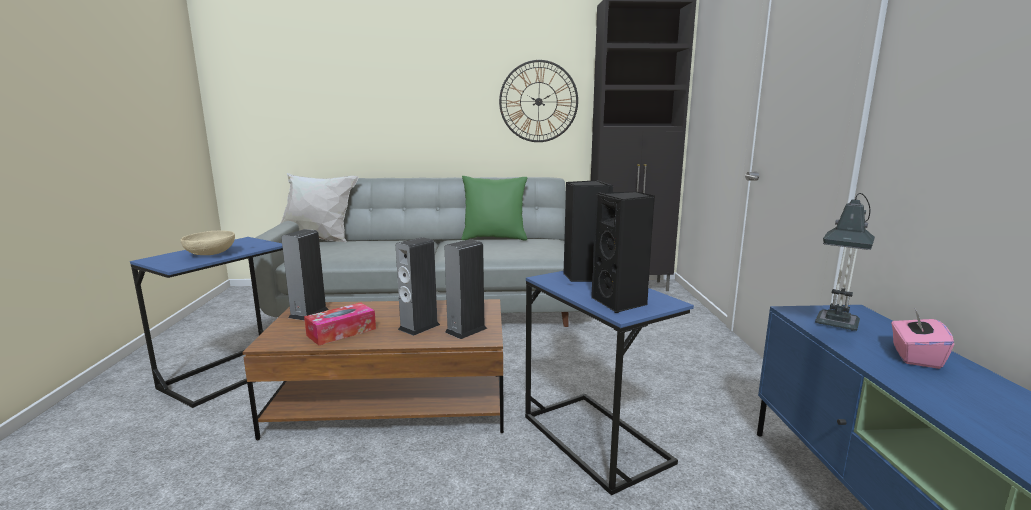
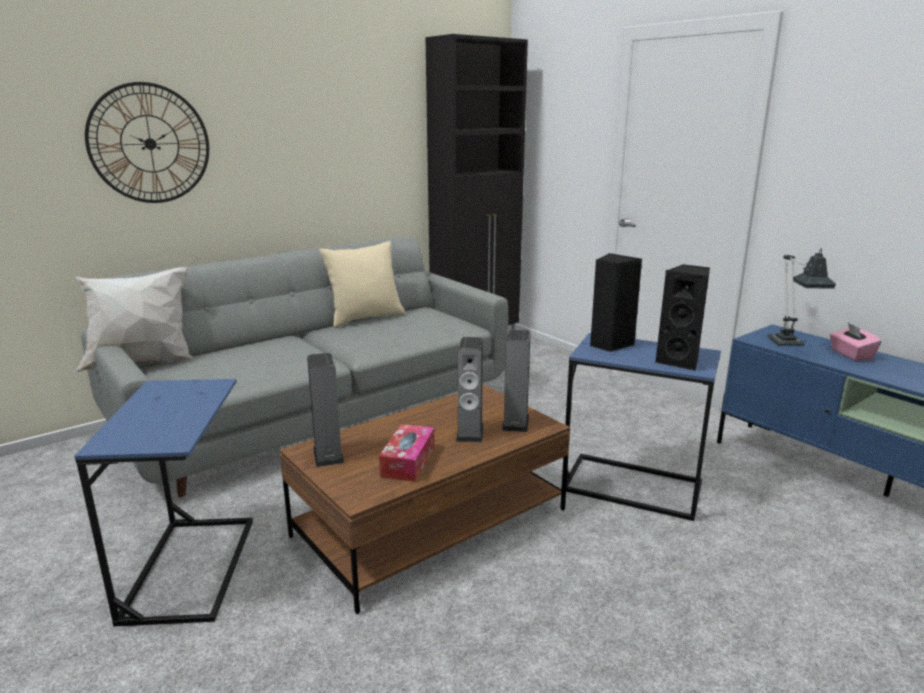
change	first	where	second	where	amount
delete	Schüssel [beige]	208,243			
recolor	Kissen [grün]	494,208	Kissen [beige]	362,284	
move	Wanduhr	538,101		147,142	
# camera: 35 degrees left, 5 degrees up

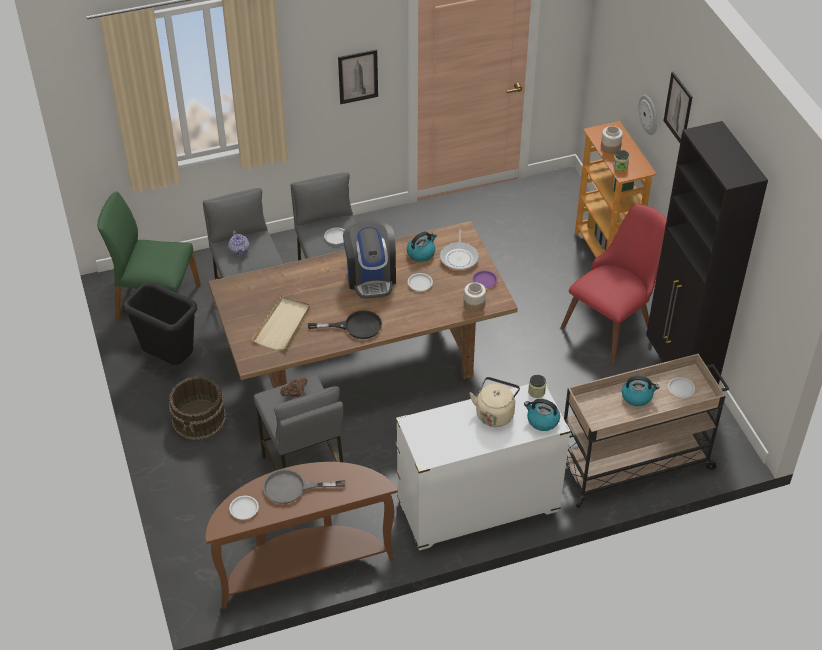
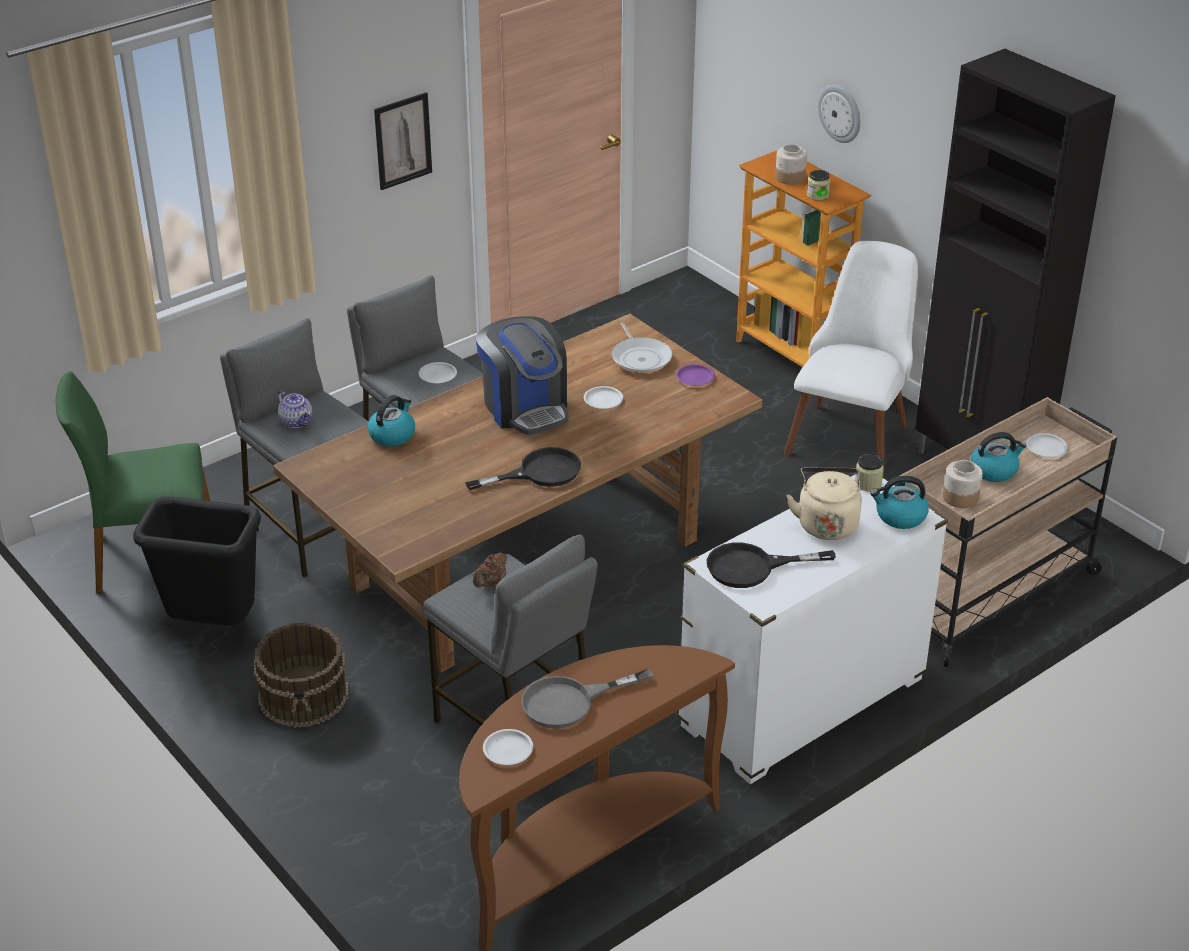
change	first	where	second	where	amount
delete	Tablett [beige]	281,323			
move	Wasserkessel	422,247		391,420	
move	Vorratsglas	475,297		963,484	
recolor	Stuhl [rot]	613,283	Stuhl [weiß]	851,359	
delete	Bild	678,107			
insert			Pfanne [schwarz]	771,565	
# camera: 20 degrees left, 10 degrees down

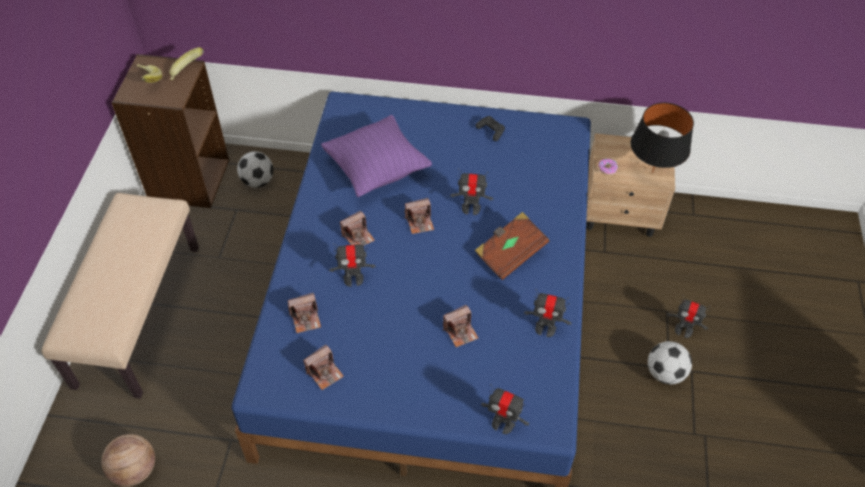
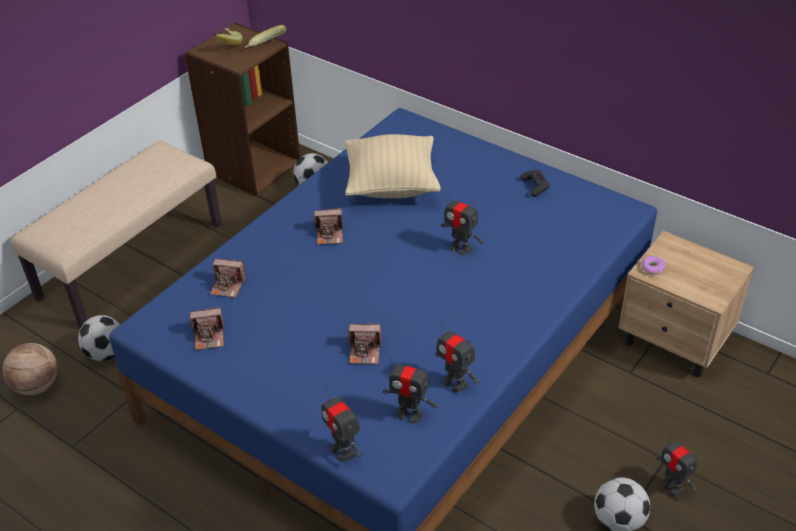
change	first	where	second	where	amount
recolor	Kissen [lila]	376,156	Kissen [beige]	393,166	
move	Spielzeugroboter	352,264		410,389	
delete	Kamera	419,216			
delete	Buch [braun]	512,246			
delete	Tischlampe [schwarz]	662,137			
insert			Fußball	99,338	
# camera: 30 degrees right, 10 degrees down

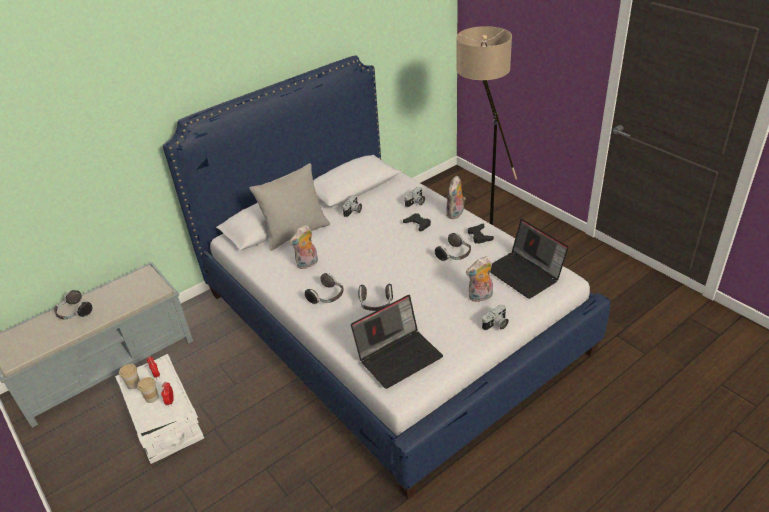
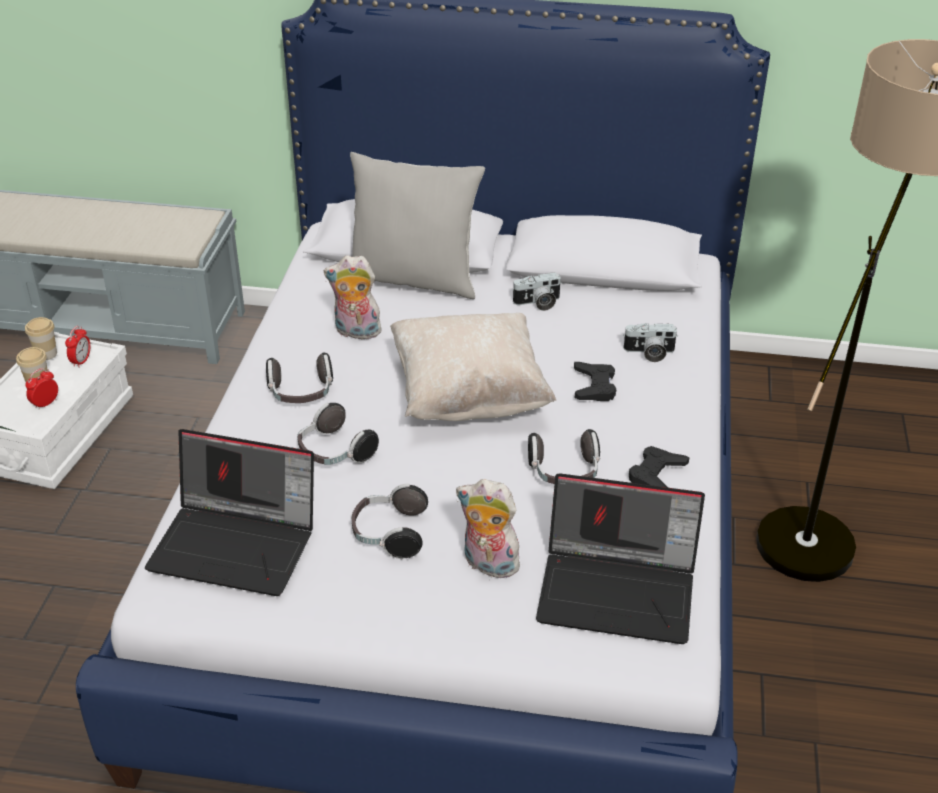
change	first	where	second	where	amount
move	Kopfhörer	73,305		390,521	
delete	Plüschtier	456,197			
delete	Kamera	495,317			
rotate	Laptop	529,259		620,558	90 degrees counterclockwise
insert			Kissen [beige]	473,367	
# camera: 45 degrees right, 0 degrees up

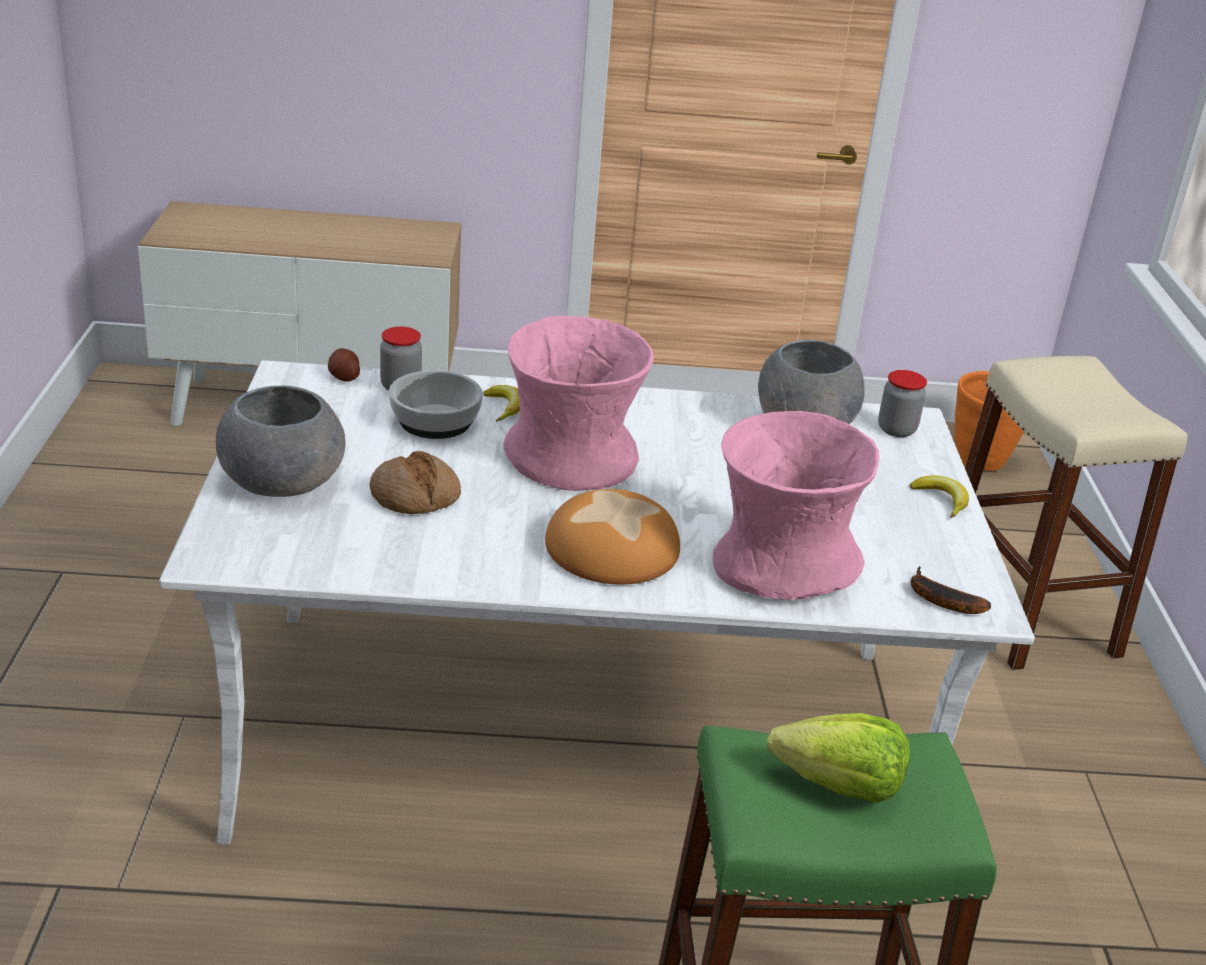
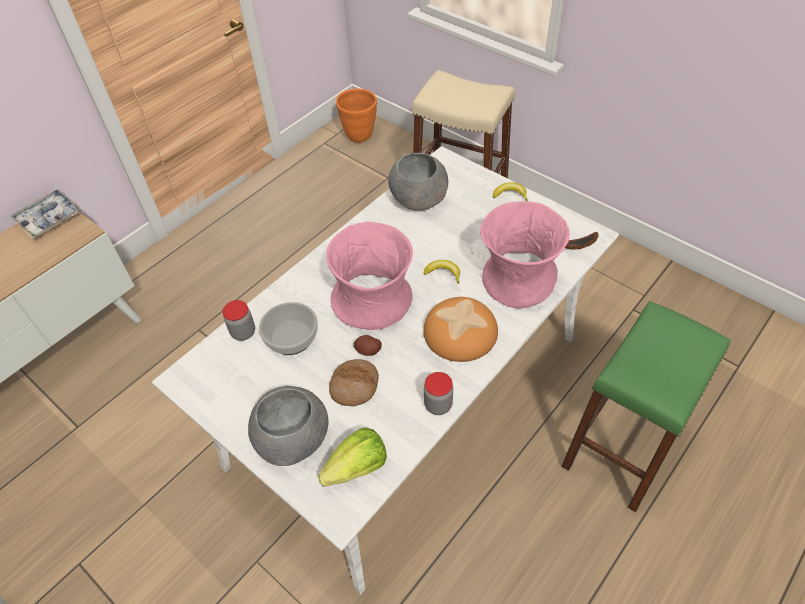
change	first	where	second	where	amount
move	Kartoffel	344,365		368,345	
move	Banane	501,403		442,272	
move	Salatkopf	838,758		352,457	
move	Vorratsglas	902,403		438,393	
insert			Tablett	46,213	
# camera: 45 degrees left, 20 degrees up

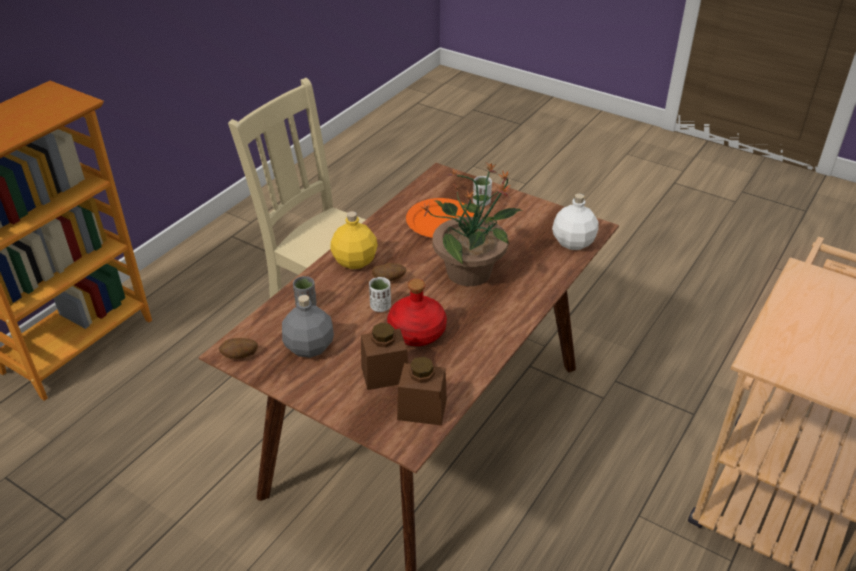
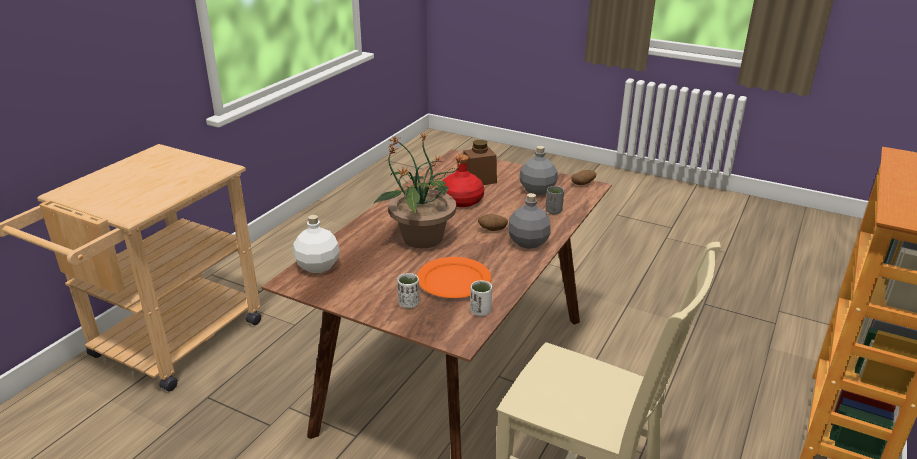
change	first	where	second	where	amount
recolor	Flasche [gelb]	354,240	Flasche [grau]	529,221	
move	Tasse [weiß]	380,294		481,298	
delete	Vorratsglas [braun]	422,391			
# camera: 175 degrees right, 10 degrees down

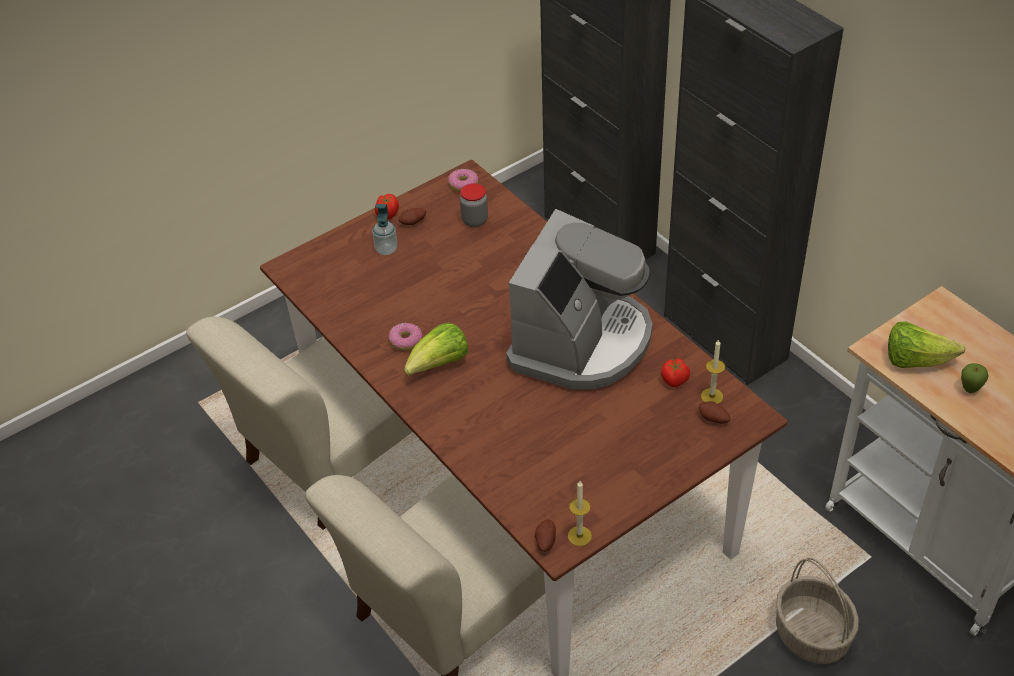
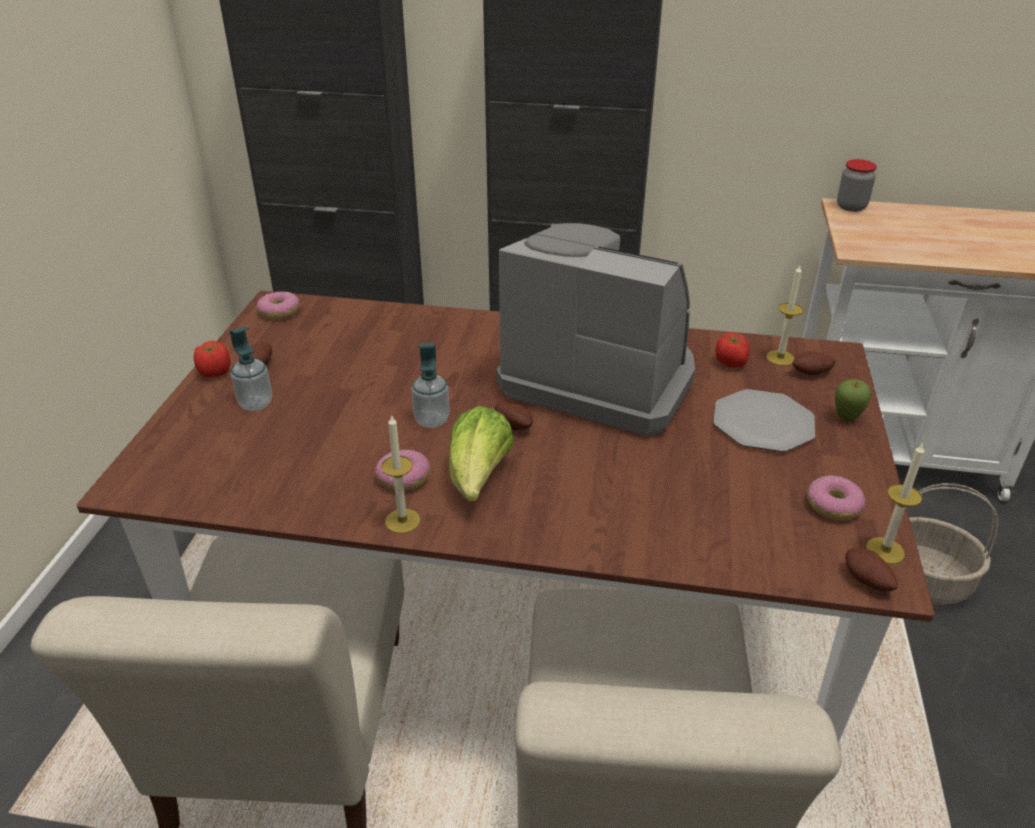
change	first	where	second	where	amount
move	Vorratsglas	474,205		857,185	
rotate	Kaffeemaschine	579,299		595,329	45 degrees counterclockwise
delete	Salatkopf	926,344			
move	Apfel	975,378		853,400	
insert			Kerze	400,473	
insert			Seifenspender	430,385	
insert			Kartoffel	514,416	
insert			Teller	764,420	
insert			Donut	836,497	
# camera: 45 degrees left, 10 degrees down

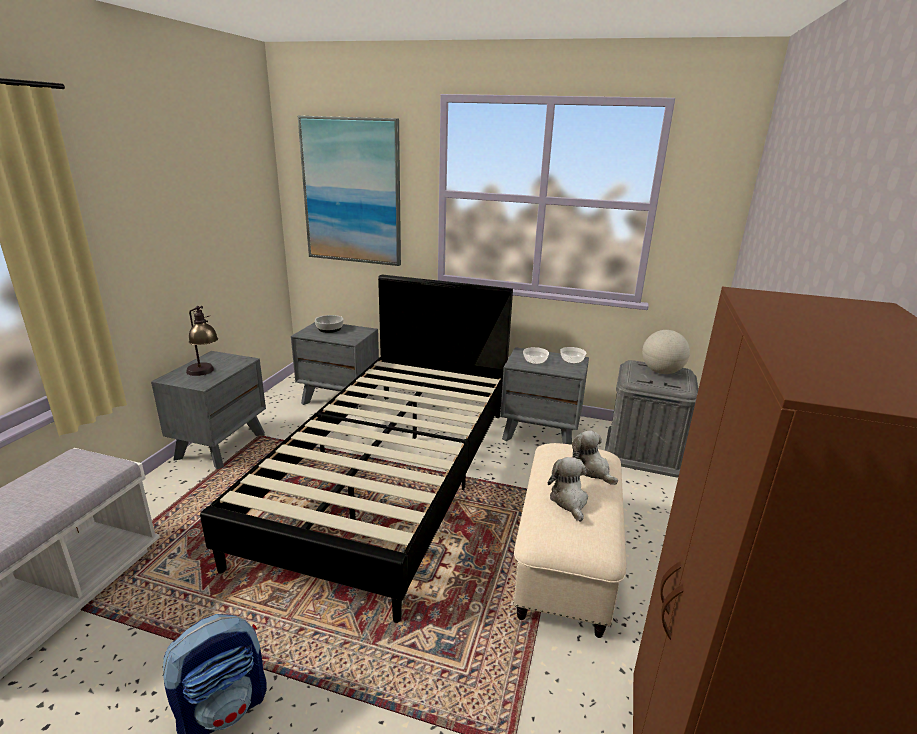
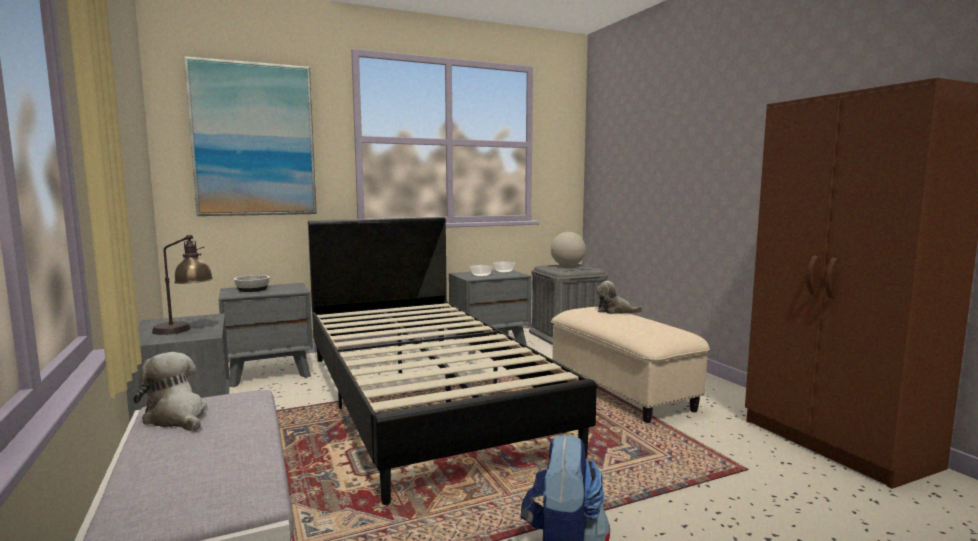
change	first	where	second	where	amount
move	Plüschtier	568,489		170,391	
# camera: 40 degrees left, 15 degrees down

